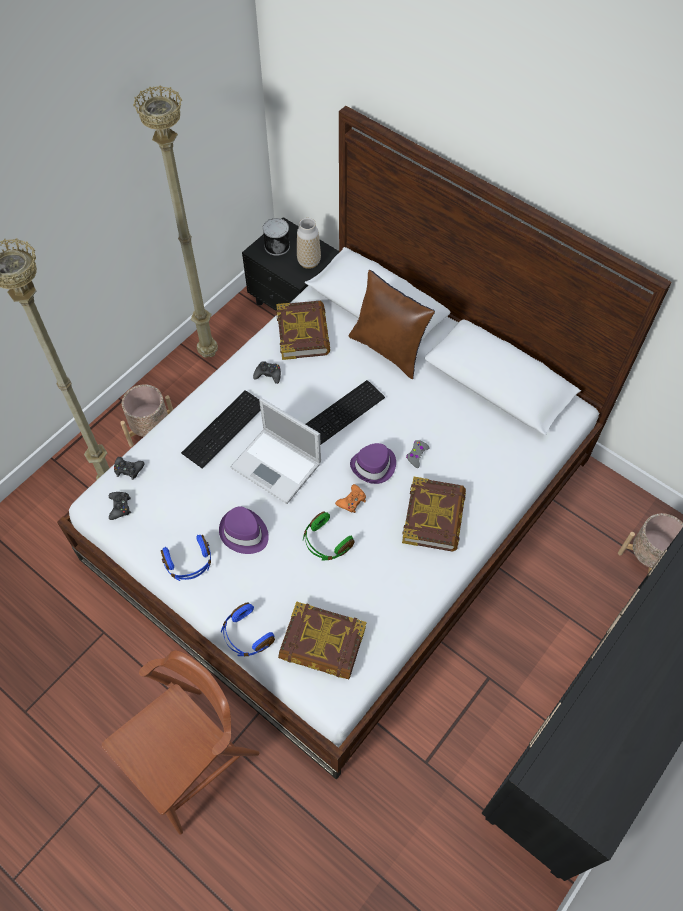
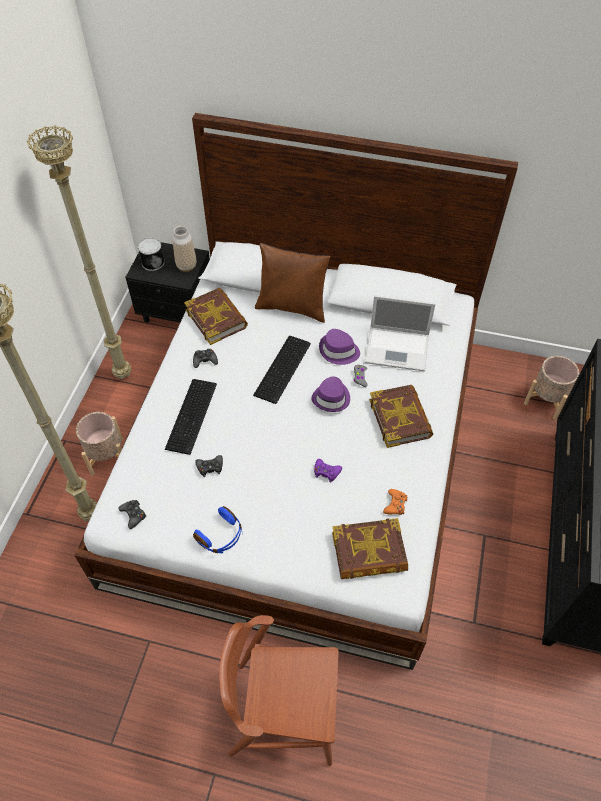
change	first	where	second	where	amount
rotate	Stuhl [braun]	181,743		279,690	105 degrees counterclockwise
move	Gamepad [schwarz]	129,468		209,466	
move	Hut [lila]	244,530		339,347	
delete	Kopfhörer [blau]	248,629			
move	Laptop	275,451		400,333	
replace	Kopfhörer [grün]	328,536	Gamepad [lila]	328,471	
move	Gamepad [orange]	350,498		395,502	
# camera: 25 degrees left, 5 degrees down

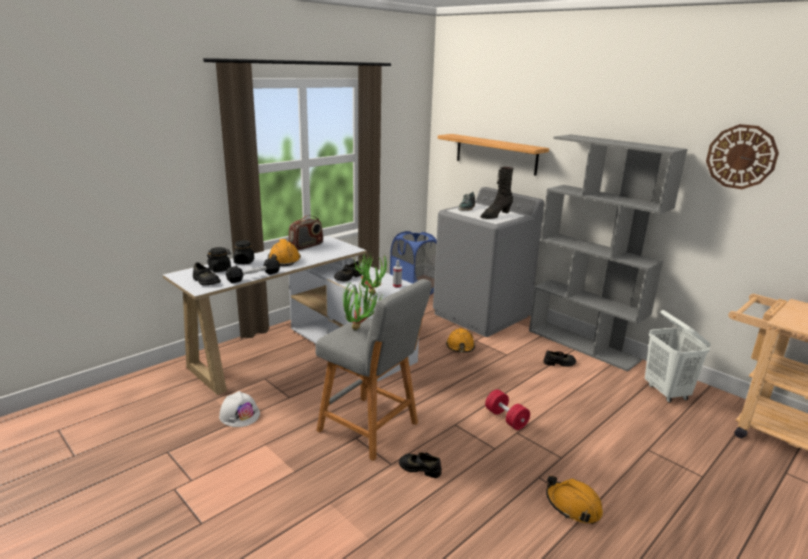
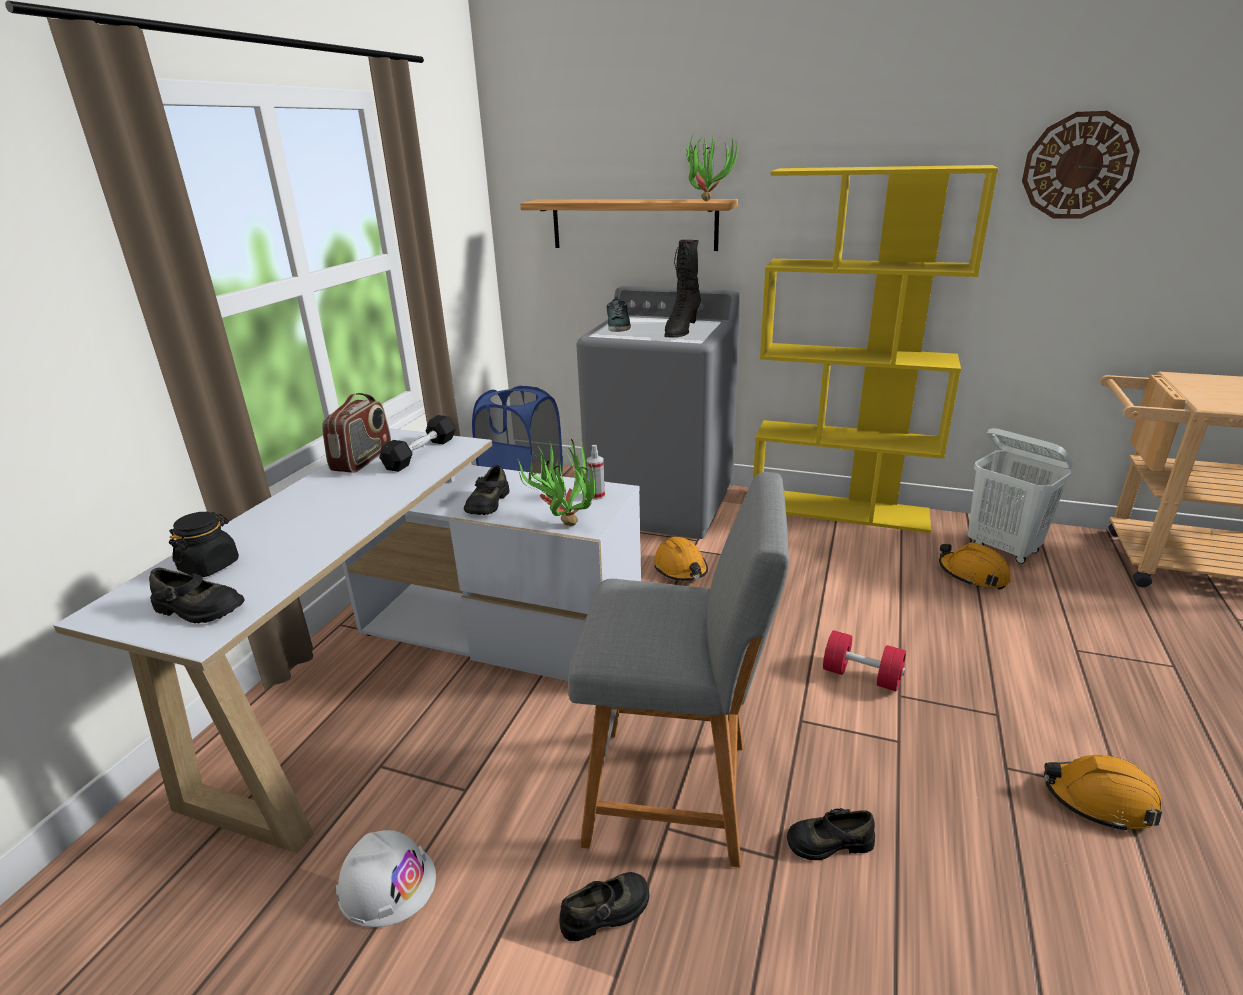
change	first	where	second	where	amount
move	Hantel [schwarz]	253,270		417,443	
delete	Vorratsglas [schwarz]	243,252			
move	Schutzhelm [orange]	284,252		975,566	
move	Topfpflanze	363,305		712,165	
recolor	Bücherregal [grau]	608,253	Bücherregal [gelb]	875,349	
move	Schuh [schwarz]	560,358		604,906	
# camera: 25 degrees left, 5 degrees up

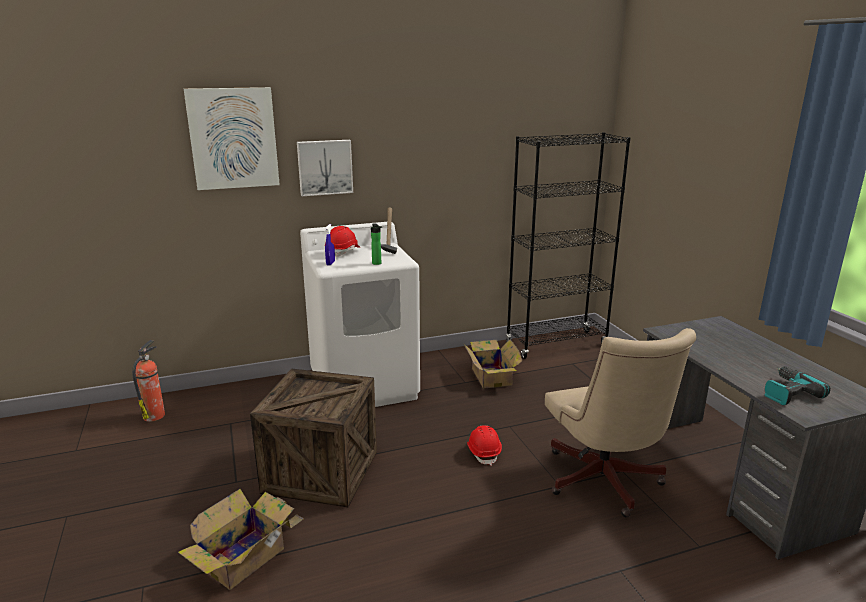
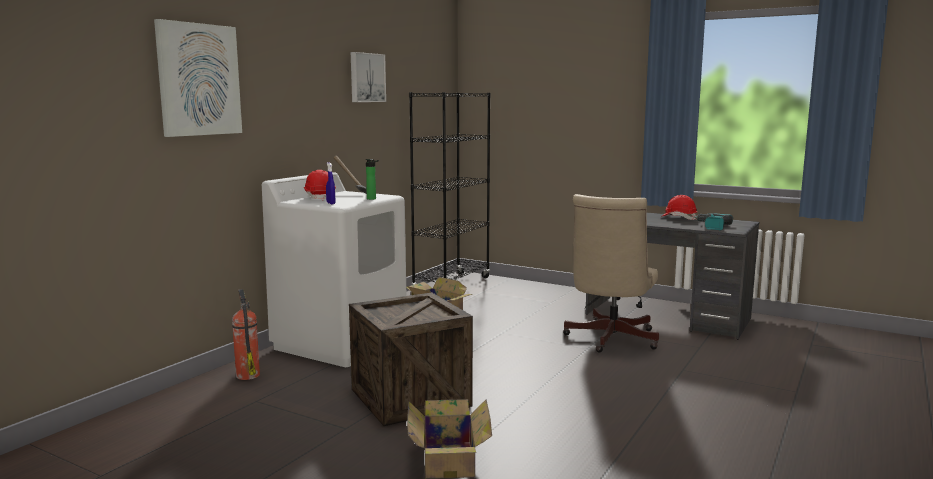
change	first	where	second	where	amount
move	Feuerlöscher	148,381		246,334	
move	Bild	325,168		368,77	
move	Schutzhelm [rot]	484,445		679,207	
rotate	Bürostuhl [beige]	620,423		611,273	75 degrees clockwise
# camera: 40 degrees left, 10 degrees down

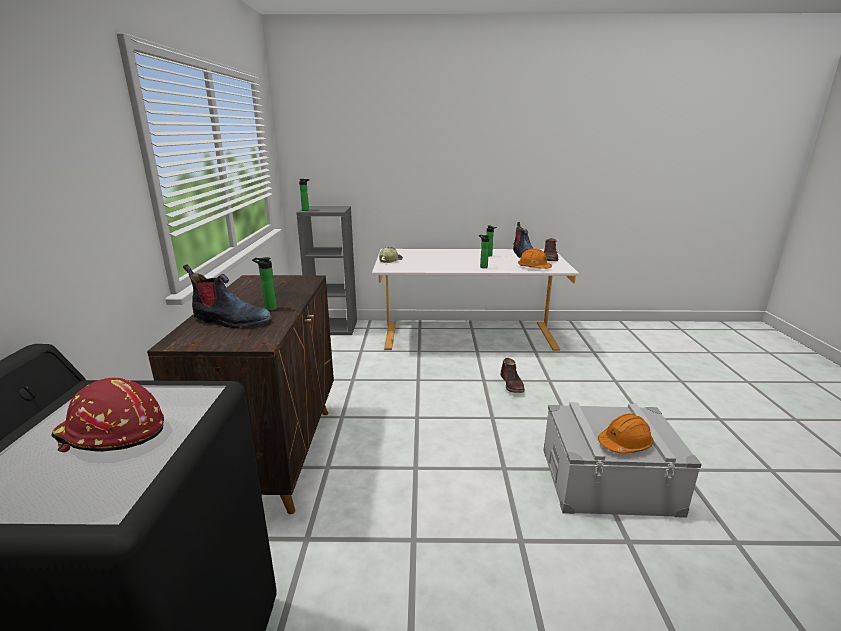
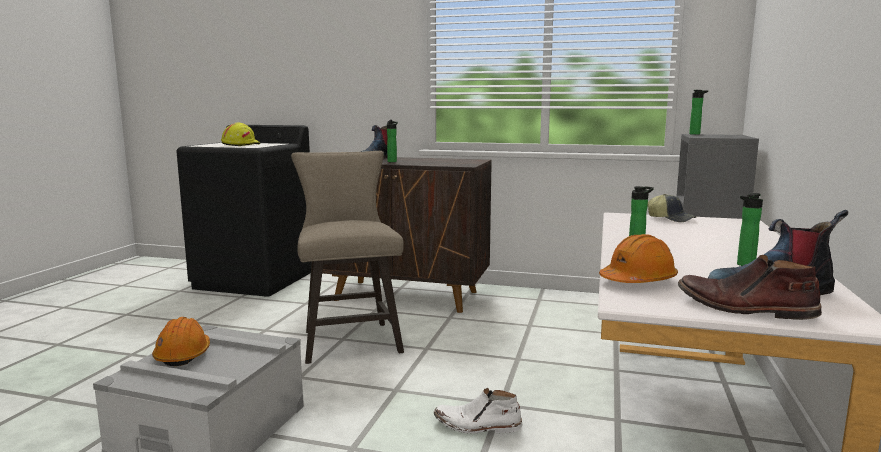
change	first	where	second	where	amount
recolor	Schutzhelm [rot]	107,415	Schutzhelm [gelb]	240,134	
recolor	Stiefel [braun]	513,375	Stiefel [weiß]	478,410	
insert			Hocker [beige]	347,257	
# camera: 105 degrees right, 10 degrees down

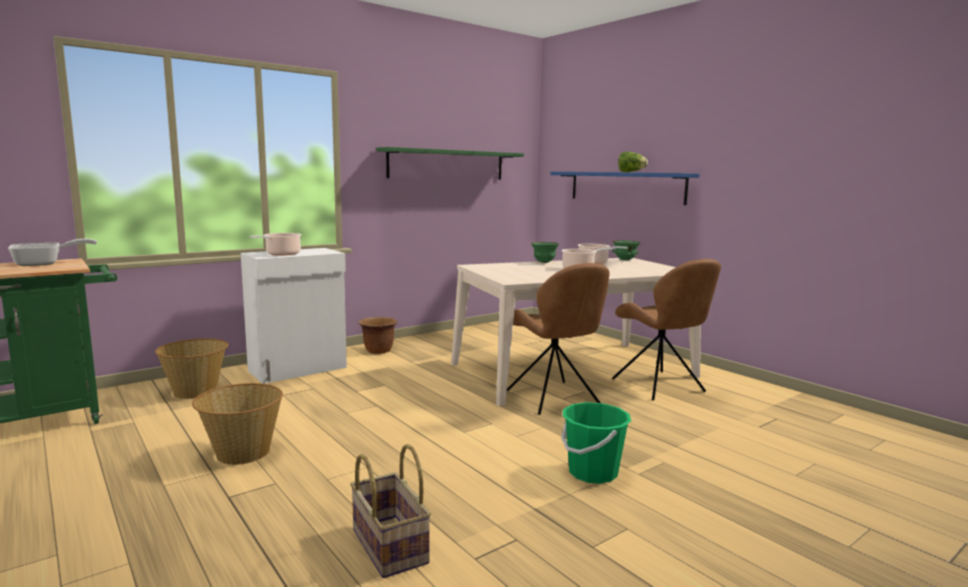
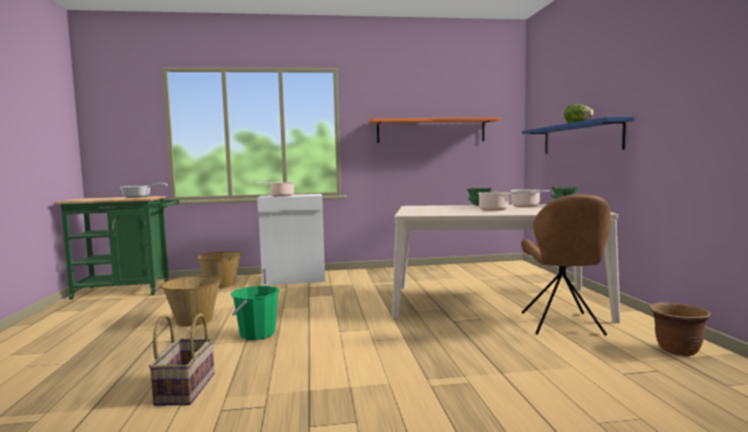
change	first	where	second	where	amount
move	Pflanzkübel [braun]	377,335		680,329	
recolor	Wandregal [grün]	450,163	Wandregal [orange]	434,130	
delete	Stuhl [braun]	558,339			
move	Eimer [grün]	596,443		255,313	
# camera: 30 degrees right, 5 degrees down

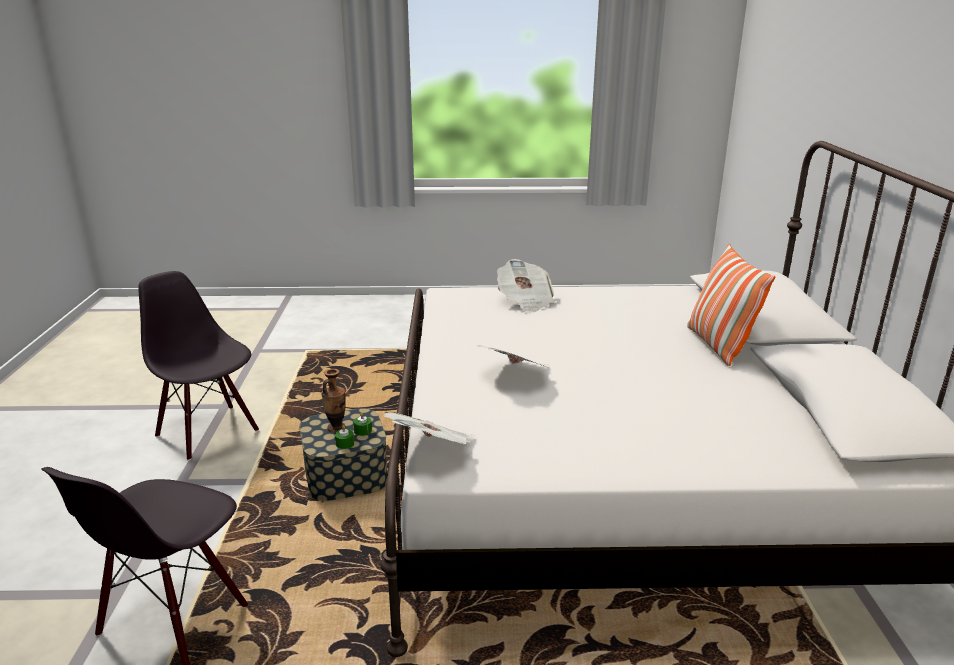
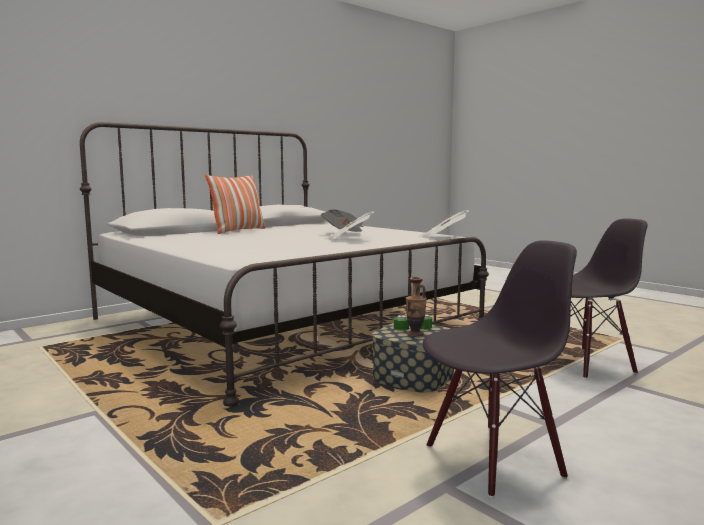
change	first	where	second	where	amount
rotate	Stuhl [schwarz]	198,366		500,369	120 degrees counterclockwise
move	Zeitung	526,286		342,220	
# camera: 130 degrees left, 15 degrees down

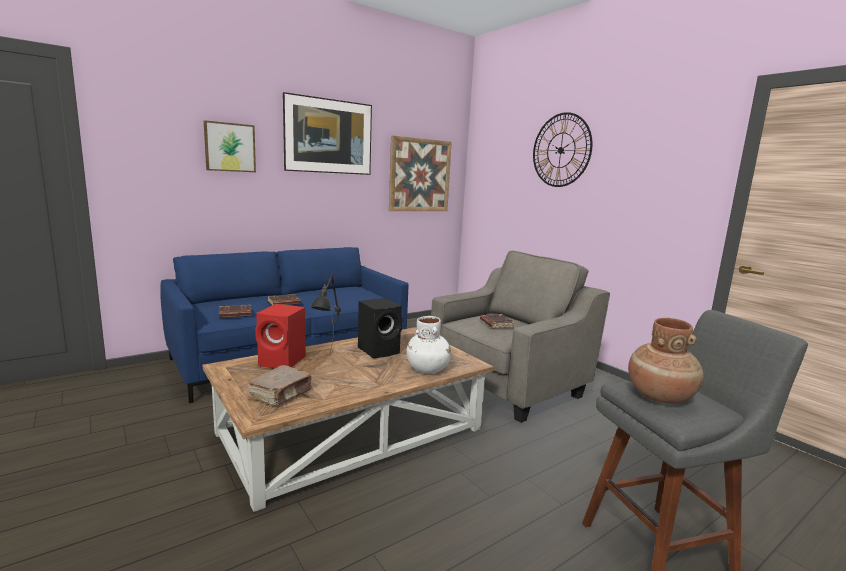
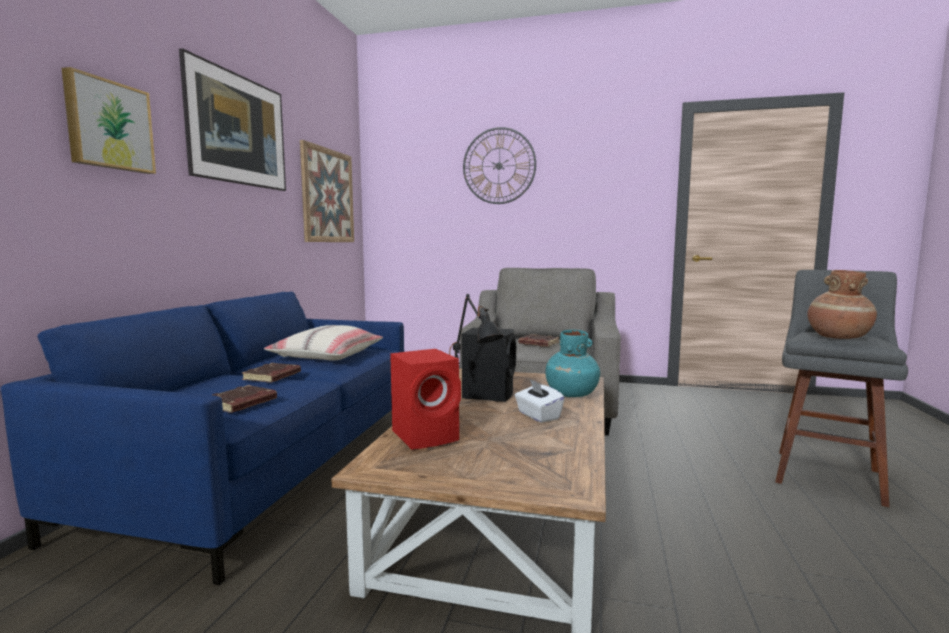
change	first	where	second	where	amount
delete	Buch [braun]	280,385			
recolor	Vase [weiß]	428,344	Vase [türkis]	572,363	
insert			Kissen [beige]	323,343	
insert			Taschentuchbox [weiß]	540,401	
# camera: 40 degrees left, 5 degrees down

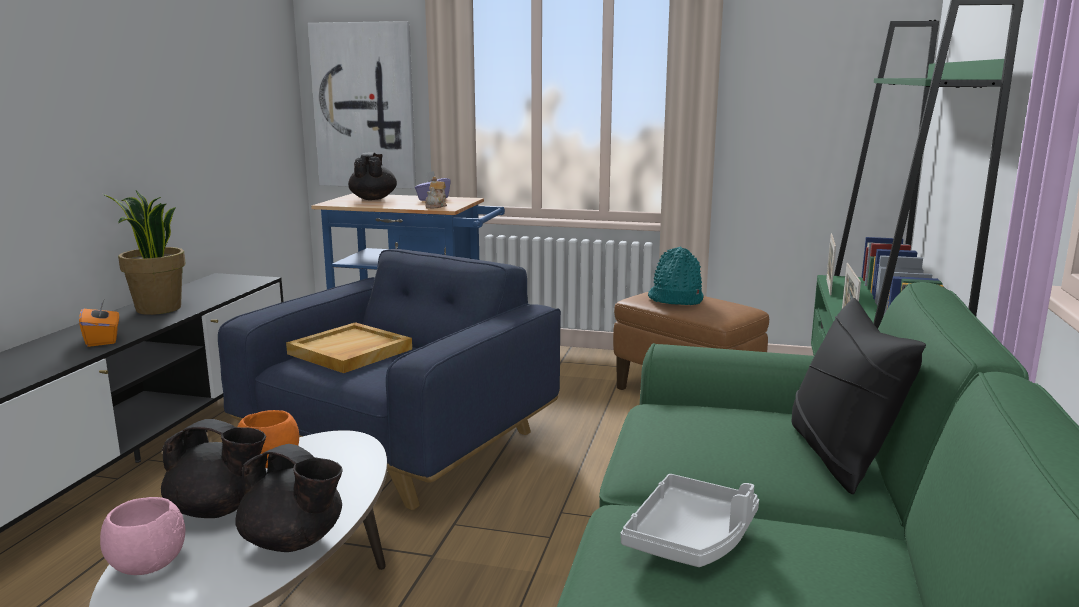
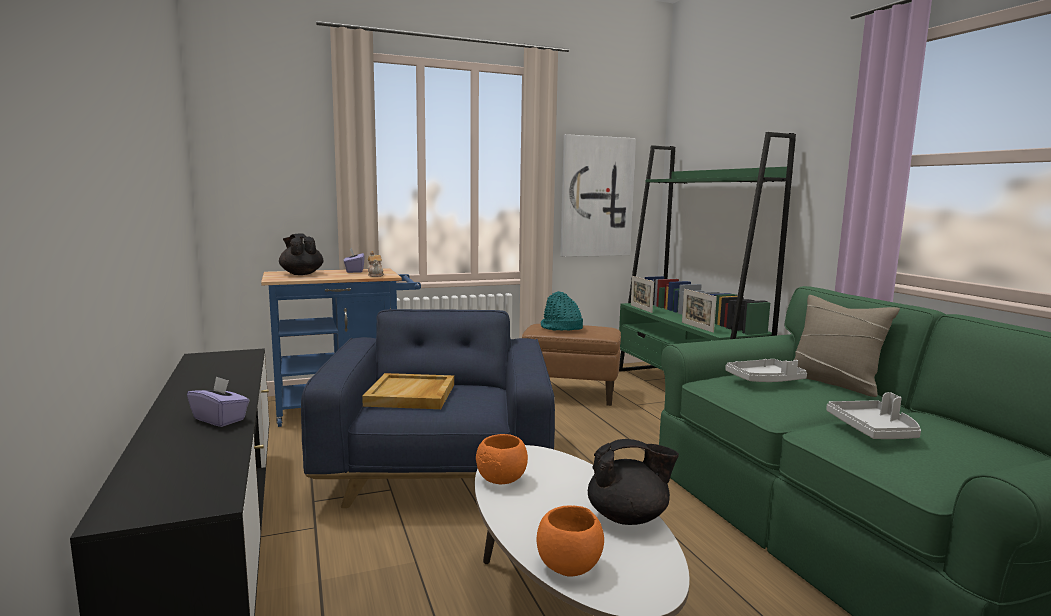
change	first	where	second	where	amount
recolor	Taschentuchbox [orange]	99,322	Taschentuchbox [lila]	218,401	
recolor	Schüssel [rosa]	142,536	Schüssel [orange]	570,541	
delete	Topfpflanze	144,253			
delete	Teekanne [schwarz]	213,468			
move	Bild	362,105		598,195	
recolor	Kissen [schwarz]	858,396	Kissen [beige]	847,346	
insert			Tablett [grau]	766,370	
# camera: 35 degrees left, 5 degrees down

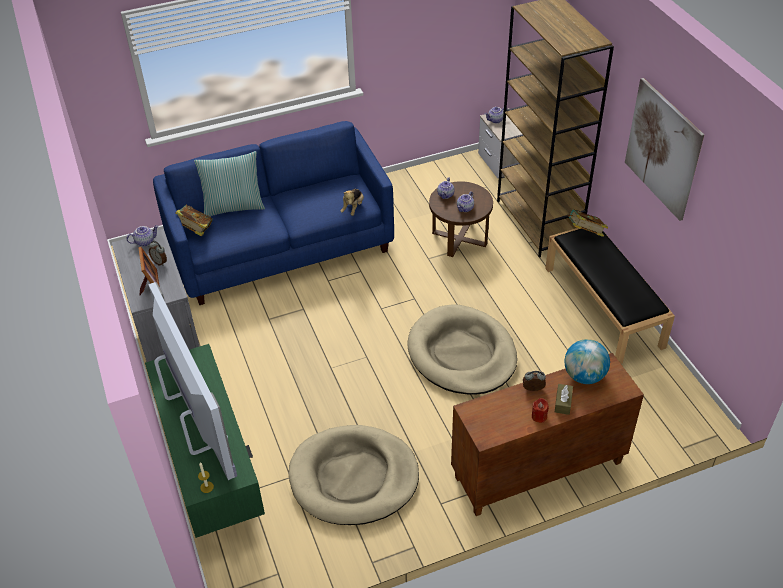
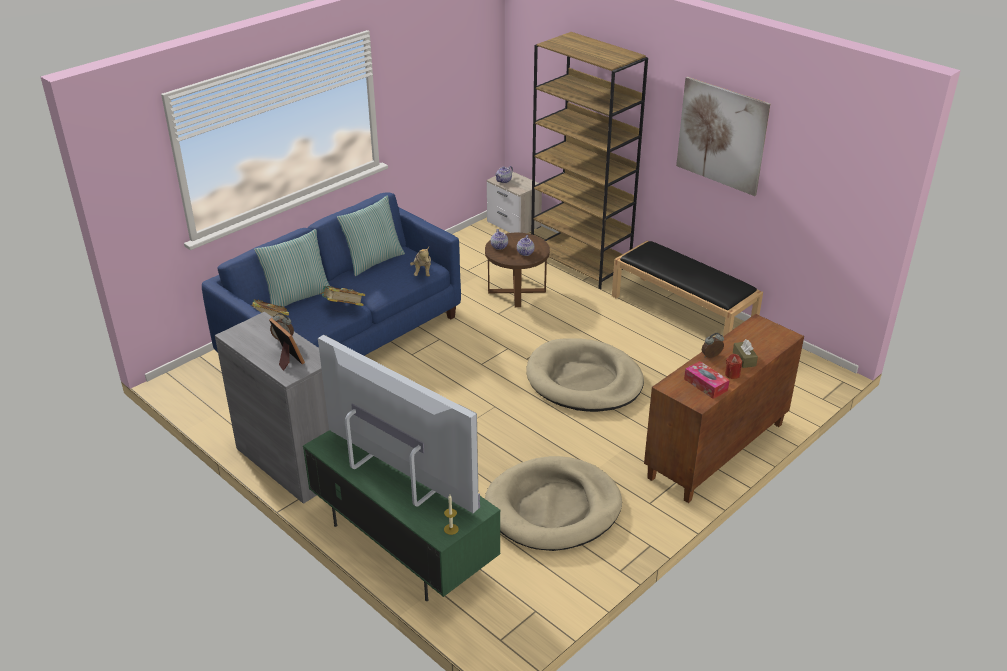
change	first	where	second	where	amount
delete	Teekanne	143,236			
delete	Globus	587,361			
move	Buch	587,223		342,296	
insert			Kissen	371,235	
insert			Taschentuchbox	706,380	
# camera: 25 degrees left, 10 degrees down

